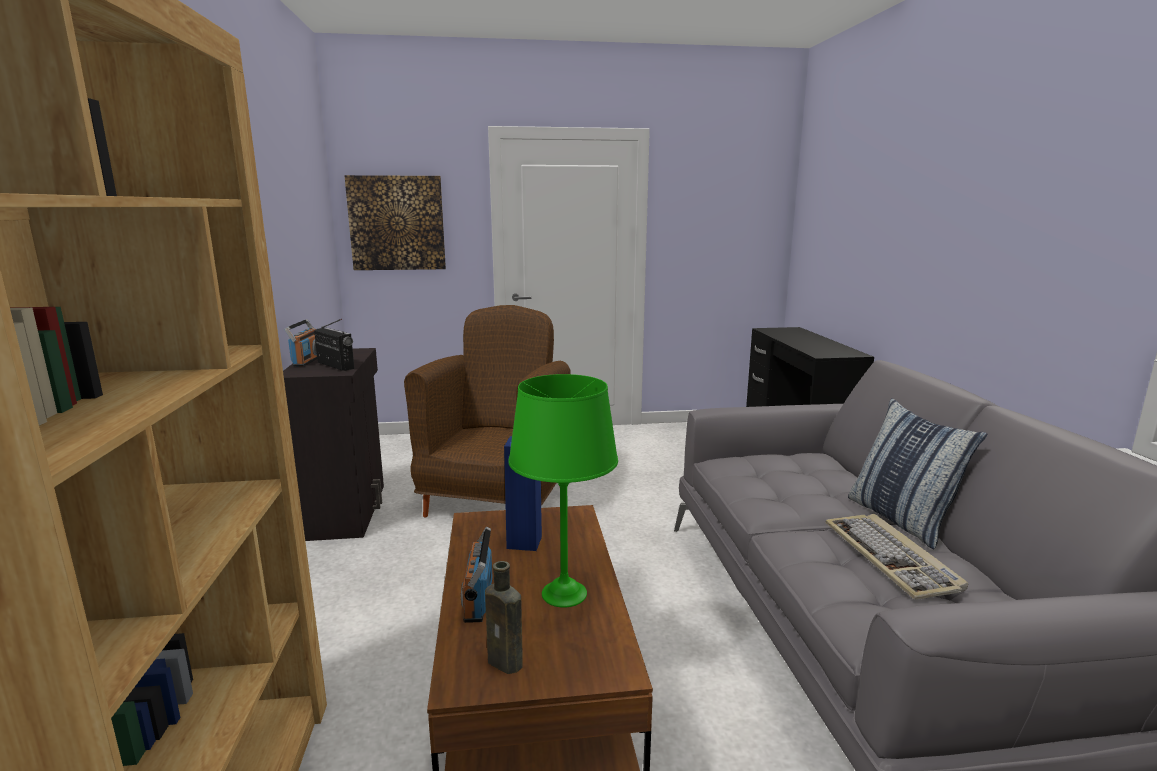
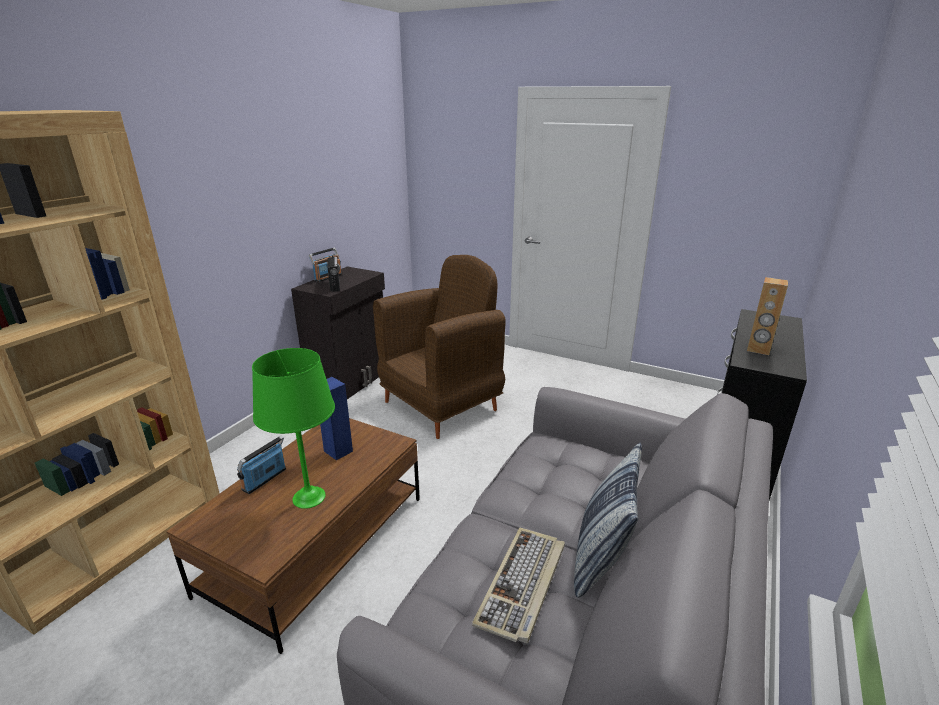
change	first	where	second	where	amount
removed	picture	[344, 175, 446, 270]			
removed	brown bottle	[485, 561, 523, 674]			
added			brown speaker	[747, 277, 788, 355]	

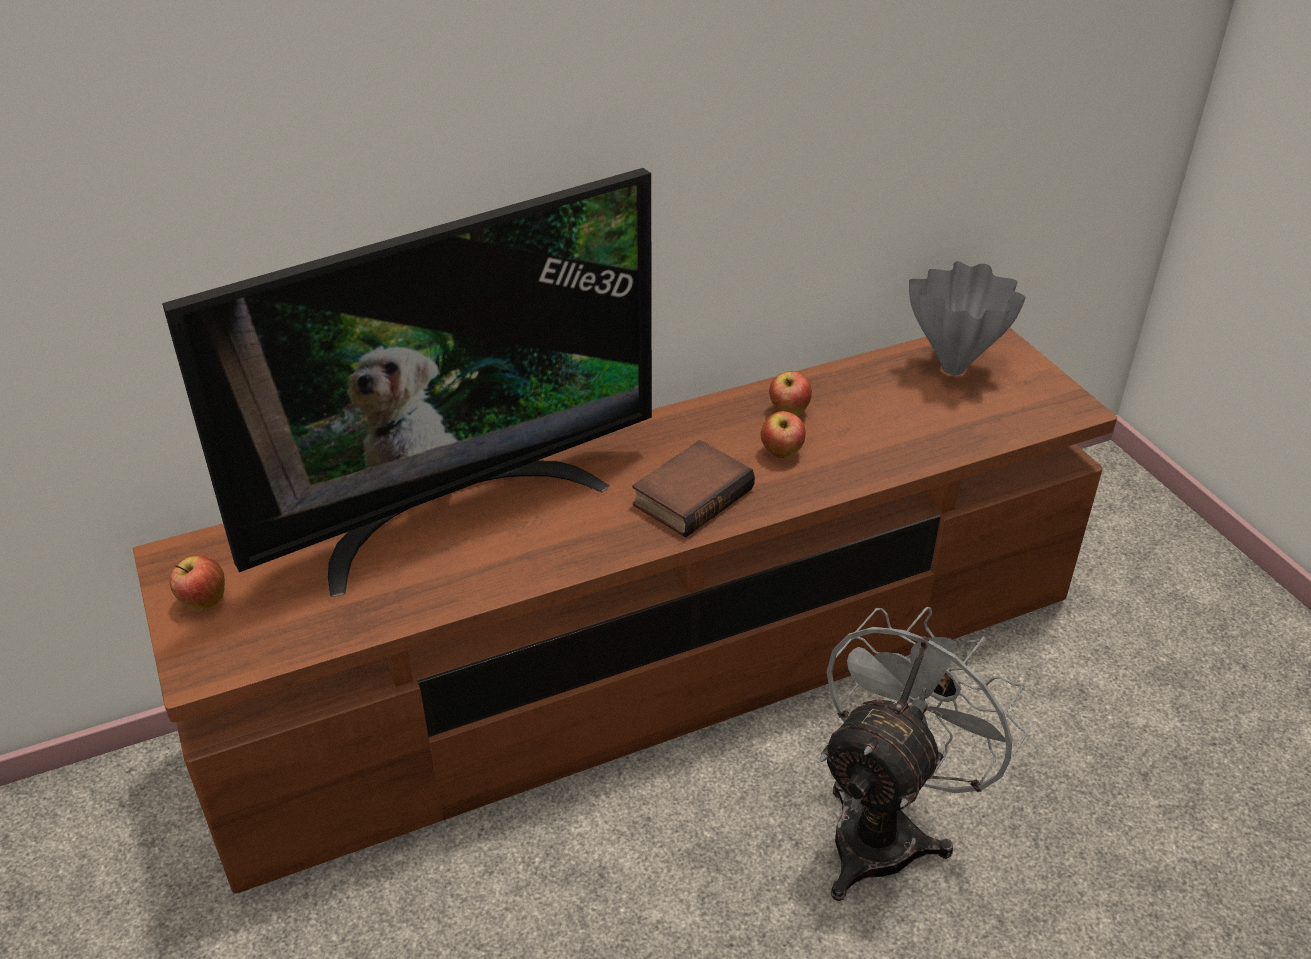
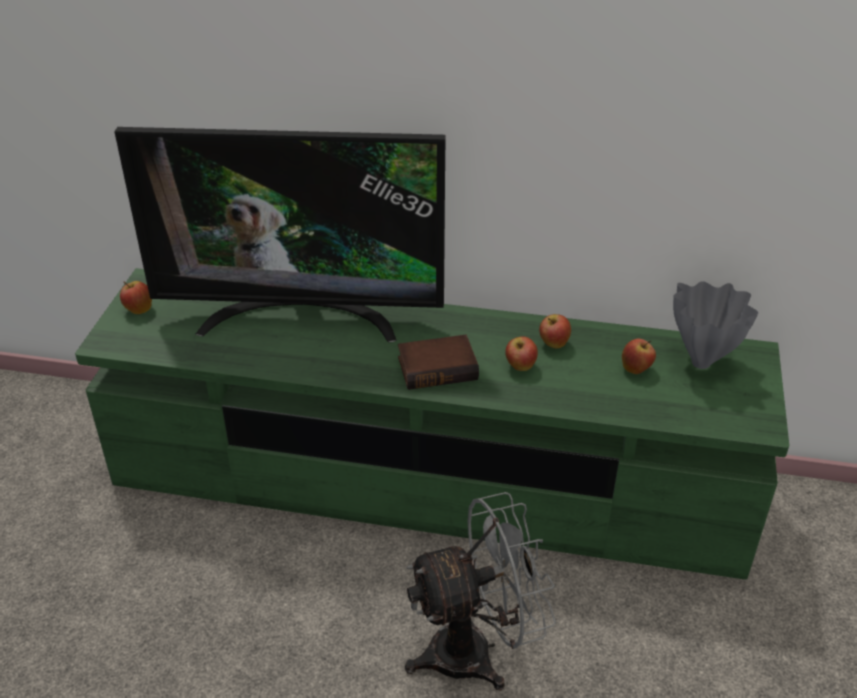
change	first	where	second	where	amount
added			apple	[622, 339, 656, 374]	
recoloured	brown tv stand	[133, 328, 1117, 894]	green tv stand	[75, 268, 789, 580]	

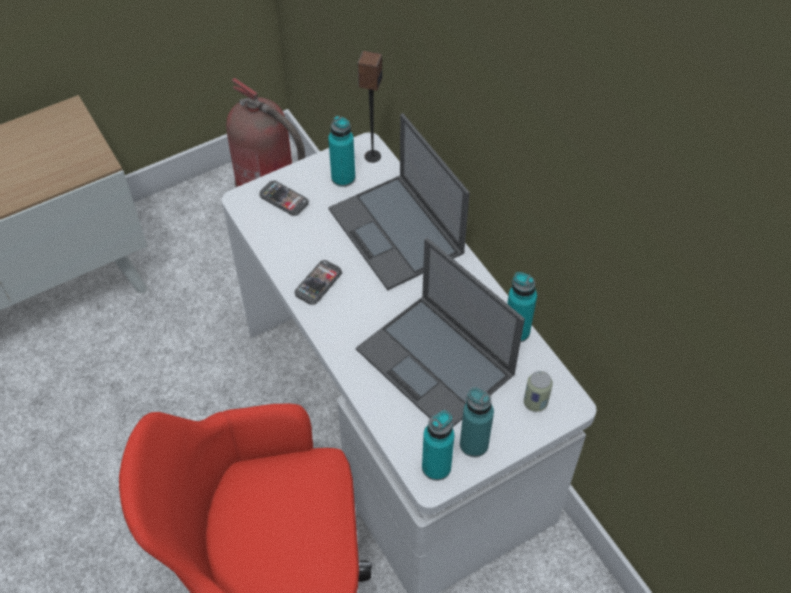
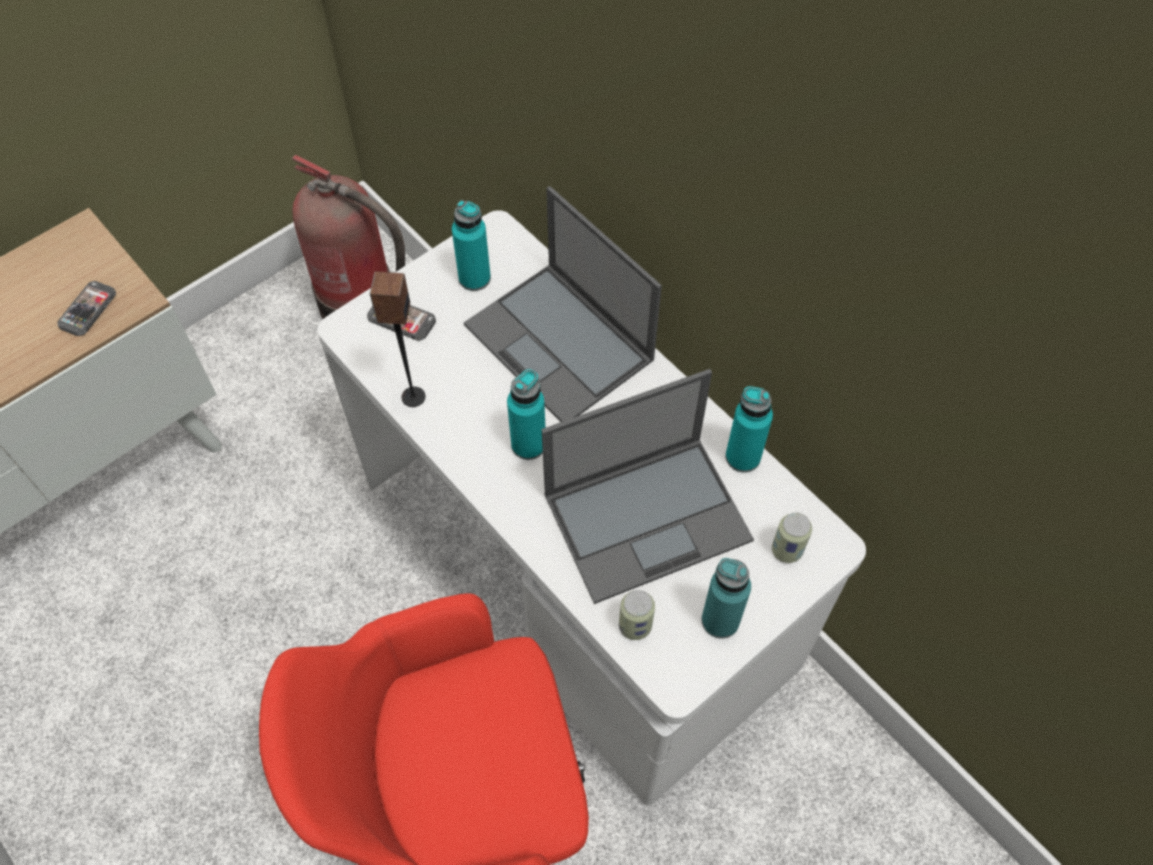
change	first	where	second	where	amount
added			can	[619, 590, 655, 640]	
moved	phone	[294, 260, 342, 305]		[57, 281, 116, 336]	
moved	speaker	[358, 51, 382, 163]		[370, 271, 426, 407]	
moved	turquoise bottle	[422, 411, 454, 481]		[507, 369, 546, 460]	
turned	laptop	[356, 238, 525, 427]		[542, 369, 754, 604]	60 degrees counterclockwise

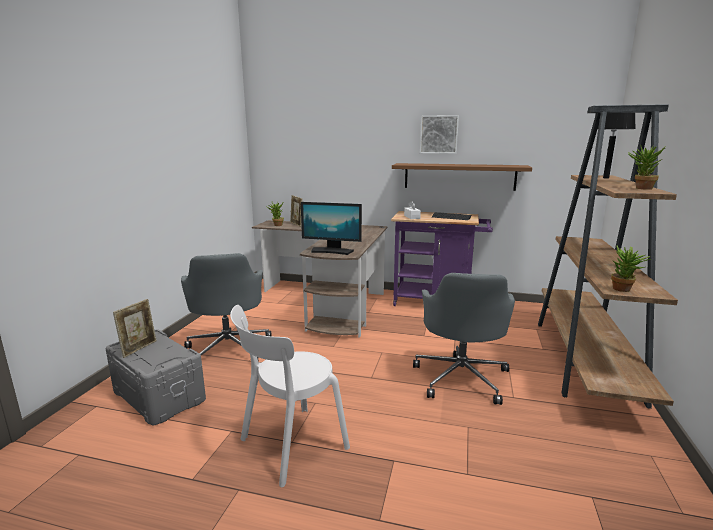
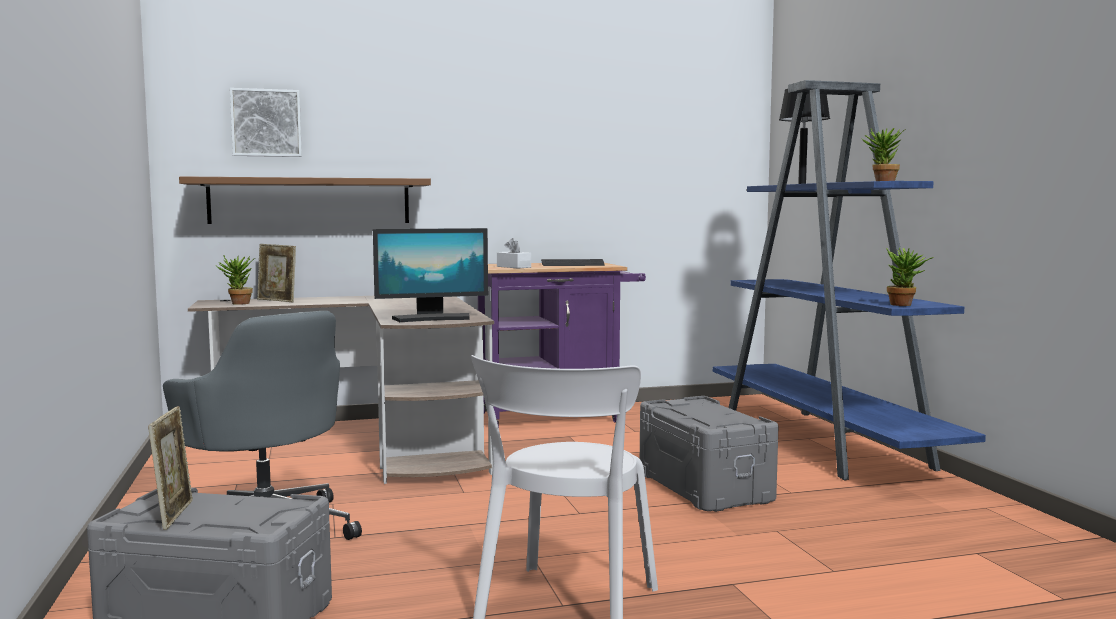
change	first	where	second	where	amount
moved	brown shelf	[392, 163, 532, 191]		[179, 176, 431, 224]	
moved	picture	[420, 115, 459, 154]		[230, 88, 302, 157]	
replaced	grey office chair	[413, 273, 515, 405]	grey storage box	[640, 396, 778, 512]	
recoloured	brown bookcase	[538, 104, 678, 409]	blue bookcase	[713, 80, 986, 480]	

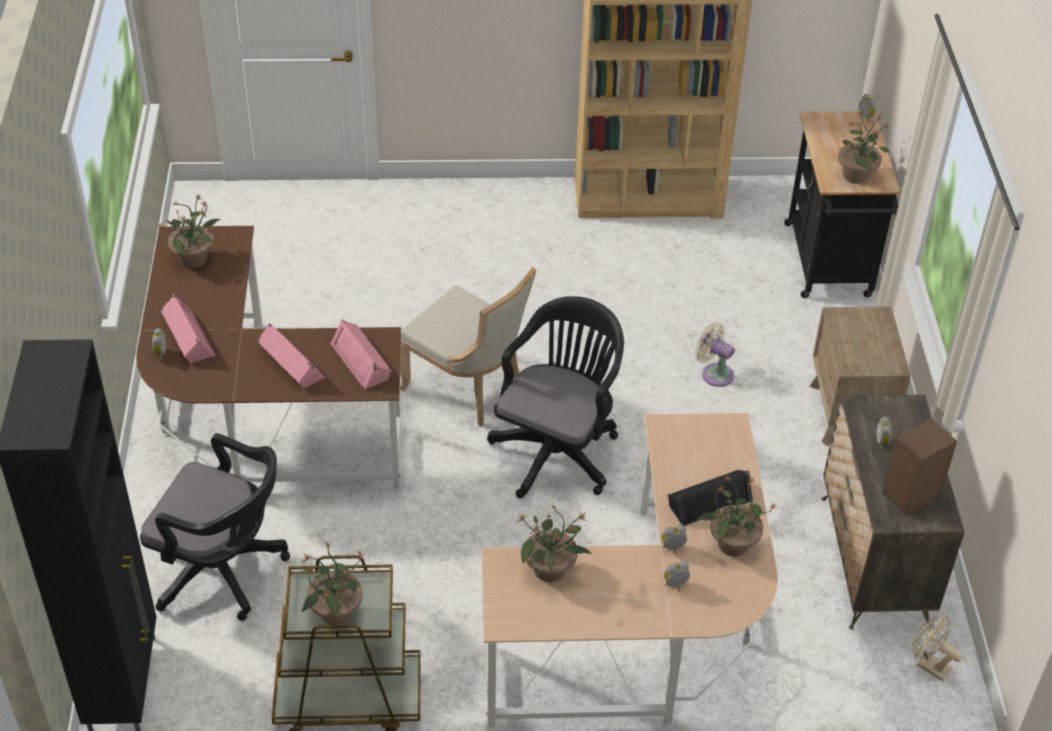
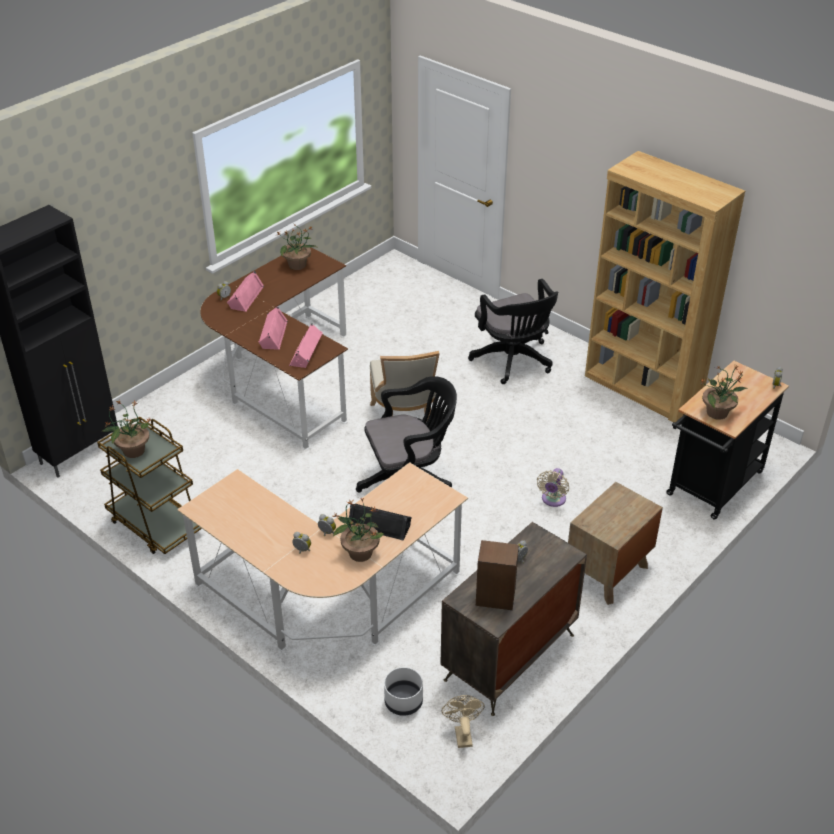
change	first	where	second	where	amount
removed	potted plant	[517, 504, 591, 582]			
added			white planter	[384, 667, 423, 716]	
moved	black office chair	[140, 433, 290, 621]		[468, 279, 558, 384]	
turned	beige fan	[695, 323, 735, 387]		[537, 468, 569, 507]	150 degrees counterclockwise

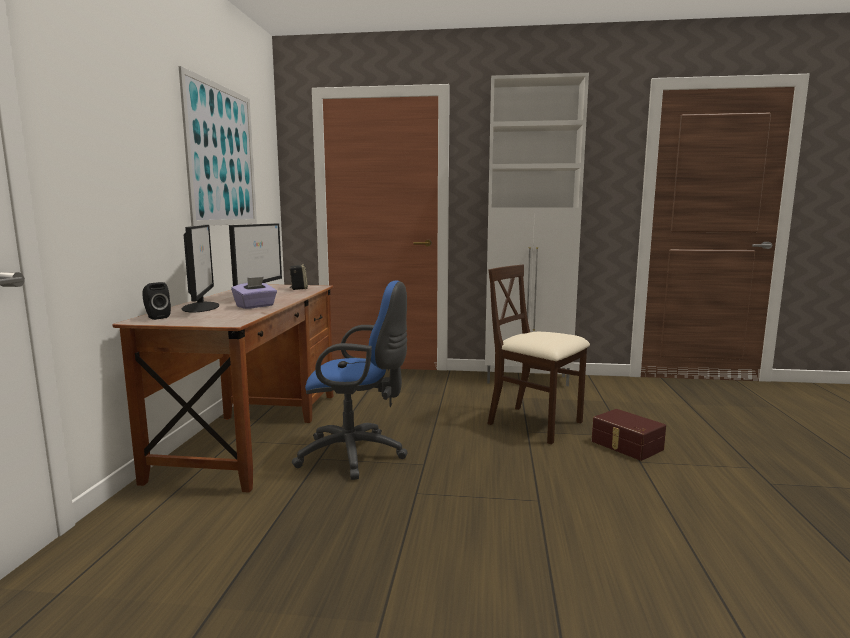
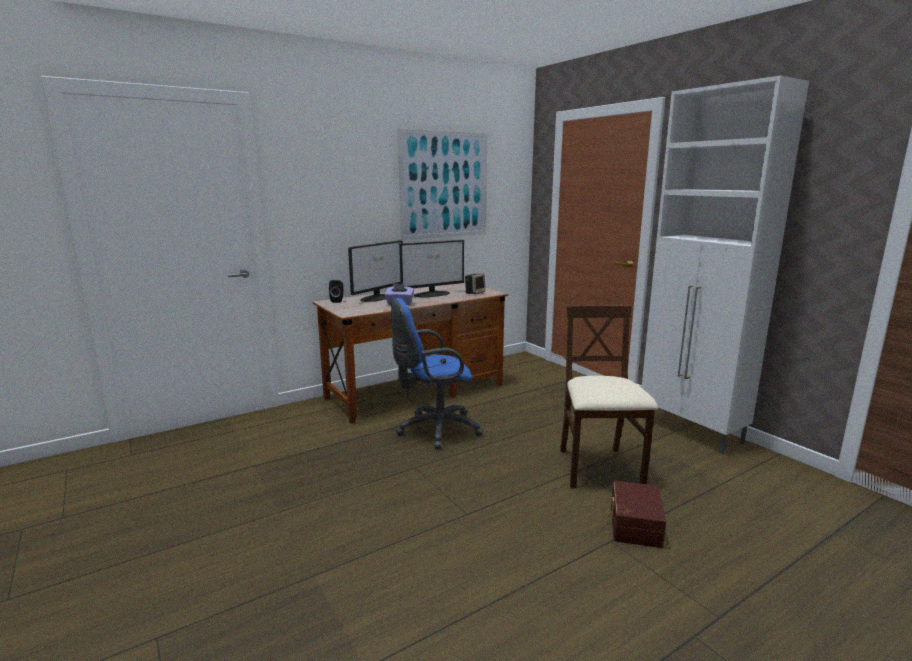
change	first	where	second	where	amount
turned	blue office chair	[292, 281, 408, 480]		[391, 298, 483, 449]	105 degrees clockwise

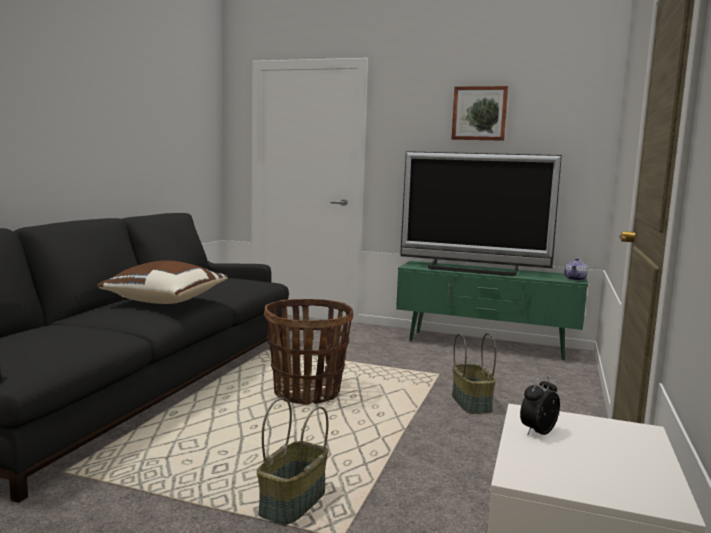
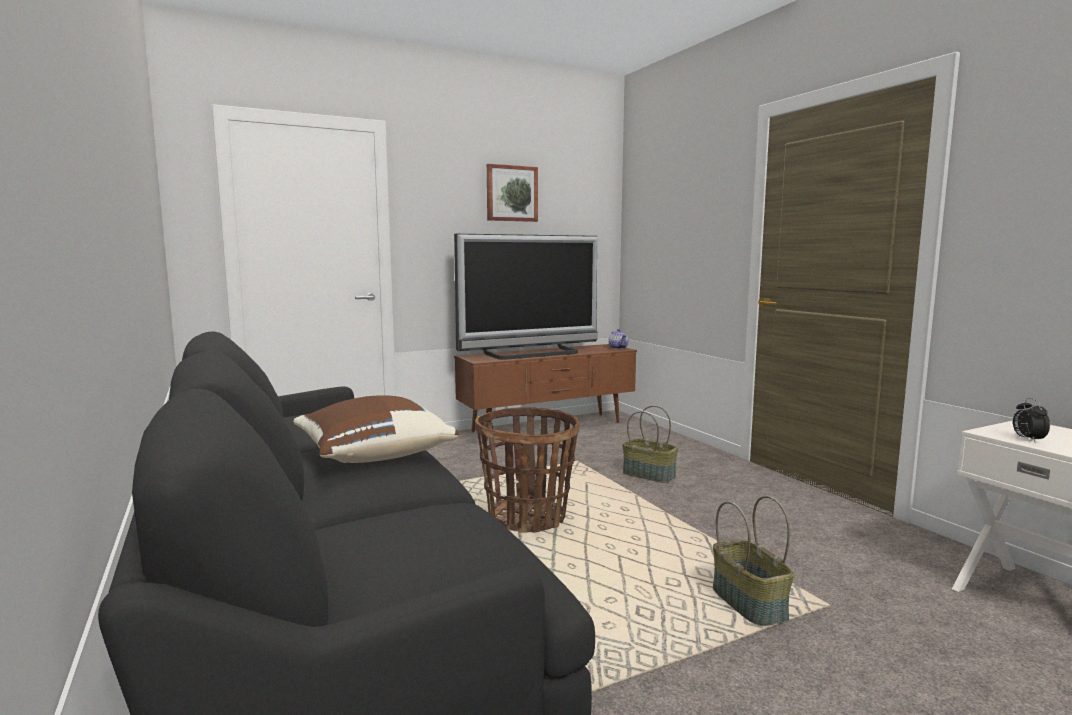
change	first	where	second	where	amount
recoloured	green tv stand	[396, 261, 588, 360]	brown tv stand	[454, 344, 637, 440]	

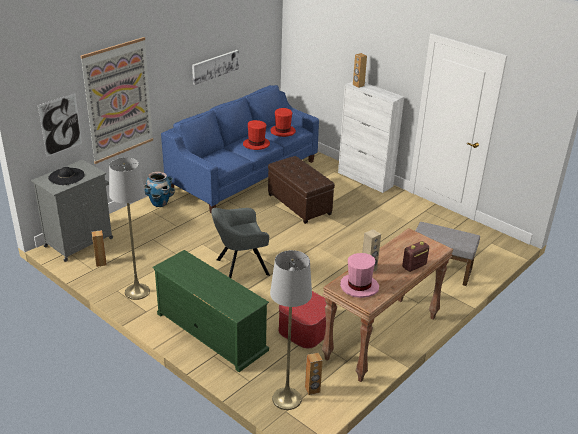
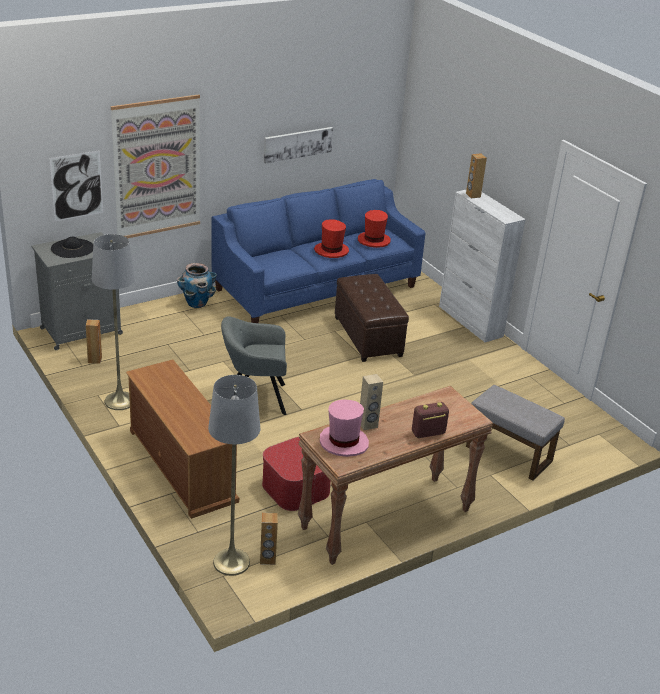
change	first	where	second	where	amount
recoloured	green tv stand	[152, 250, 269, 372]	brown tv stand	[126, 360, 239, 519]	

